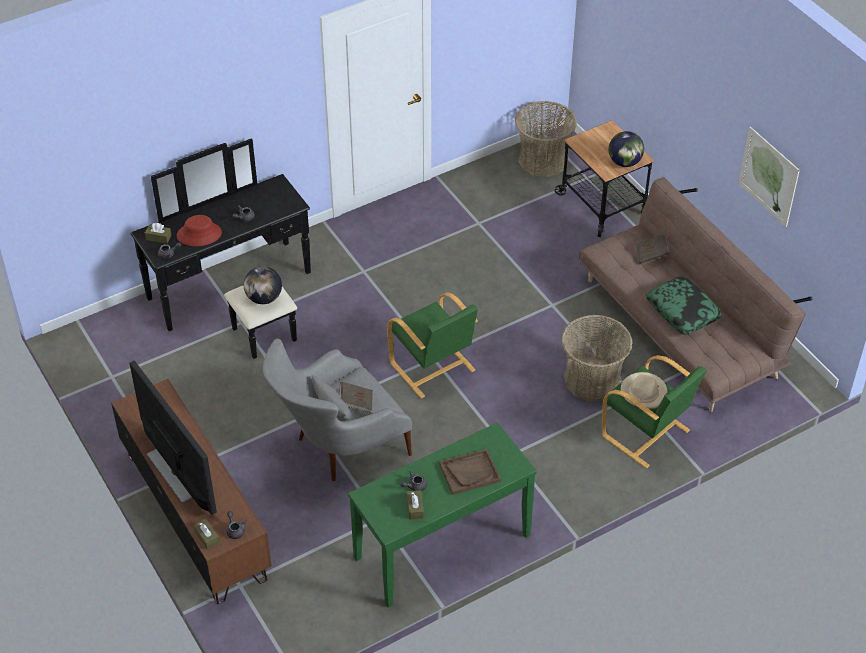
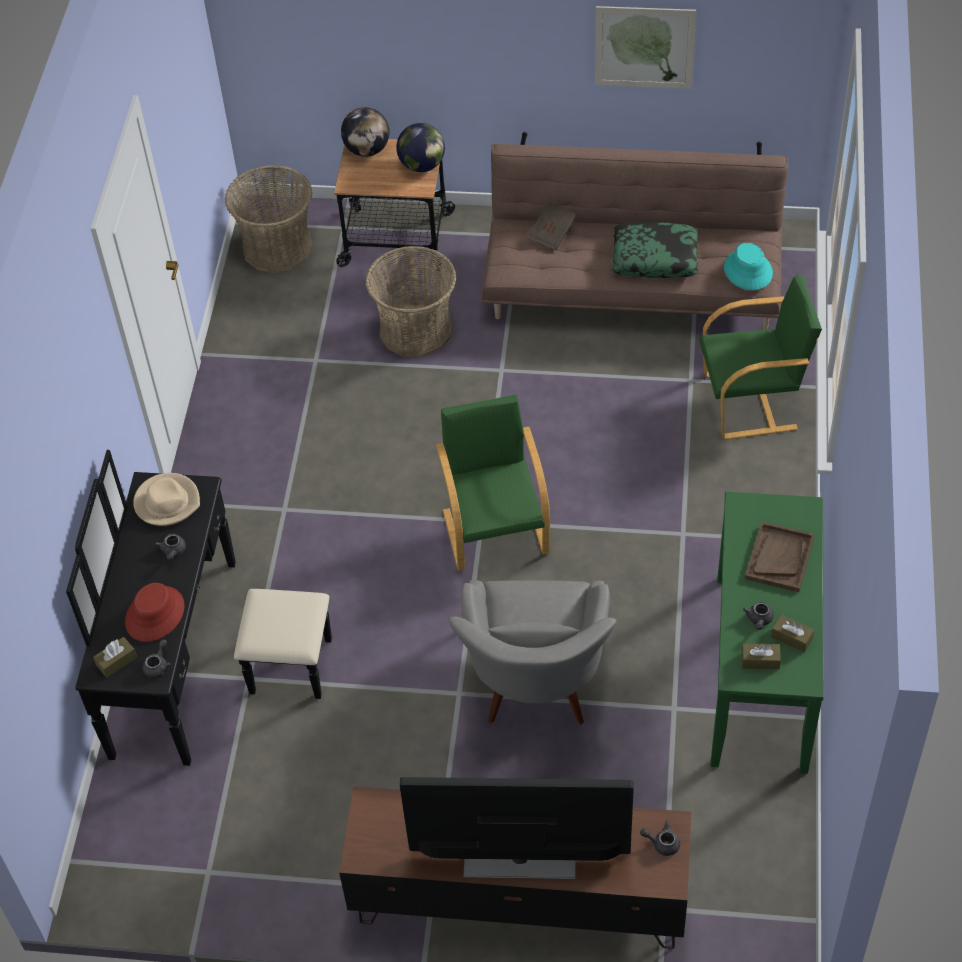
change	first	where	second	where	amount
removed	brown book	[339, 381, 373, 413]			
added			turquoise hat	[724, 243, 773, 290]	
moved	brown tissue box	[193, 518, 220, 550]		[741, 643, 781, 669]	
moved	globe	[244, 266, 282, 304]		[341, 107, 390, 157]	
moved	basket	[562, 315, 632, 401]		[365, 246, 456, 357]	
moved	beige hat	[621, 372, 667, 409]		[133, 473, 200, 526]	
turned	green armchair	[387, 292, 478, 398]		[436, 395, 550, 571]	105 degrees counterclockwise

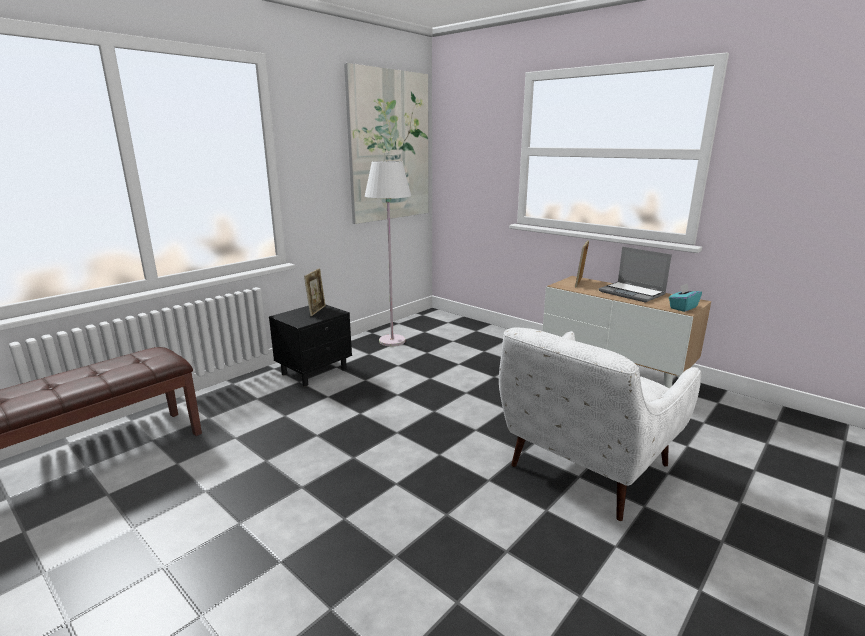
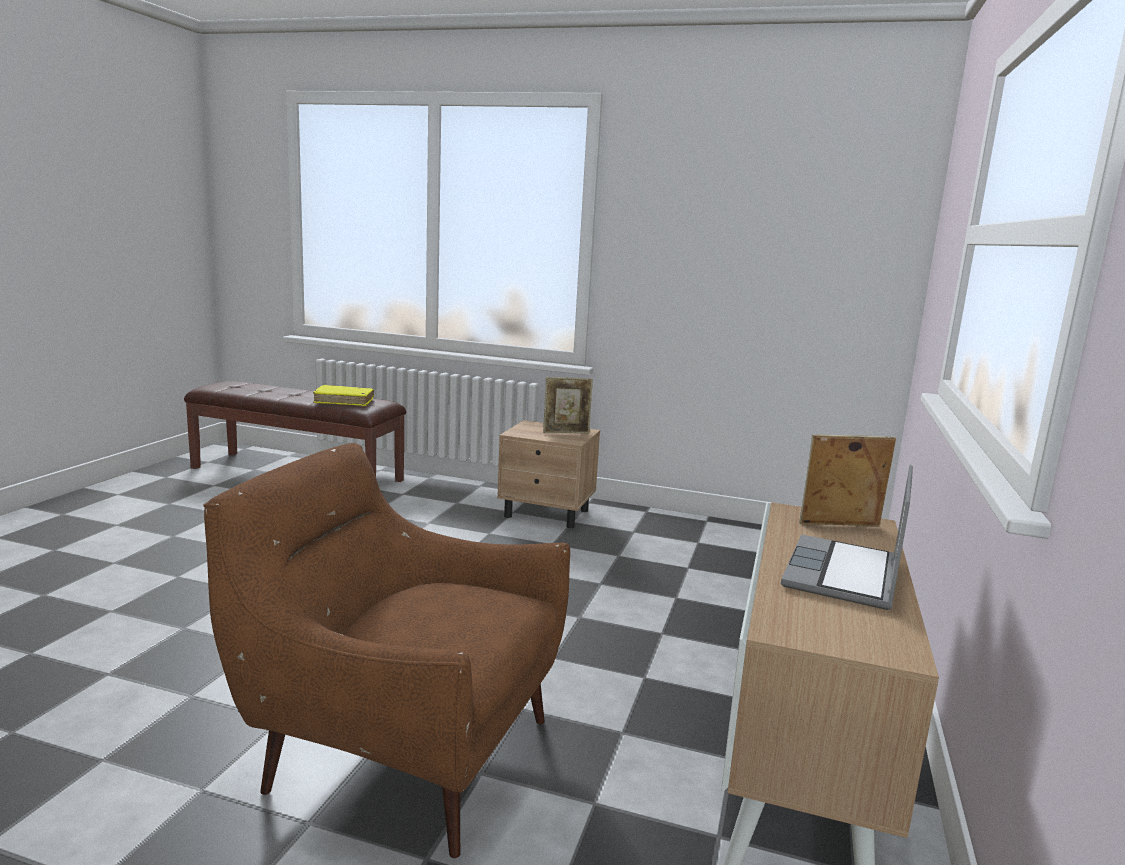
change	first	where	second	where	amount
removed	picture	[344, 63, 429, 224]			
removed	white floor lamp	[365, 161, 411, 346]			
removed	turquoise tissue box	[669, 283, 702, 312]			
added			yellow book	[313, 385, 374, 406]	
recoloured	black nightstand	[269, 304, 352, 386]	beige nightstand	[497, 420, 600, 528]	
recoloured	white armchair	[499, 328, 701, 521]	brown armchair	[203, 443, 570, 858]	

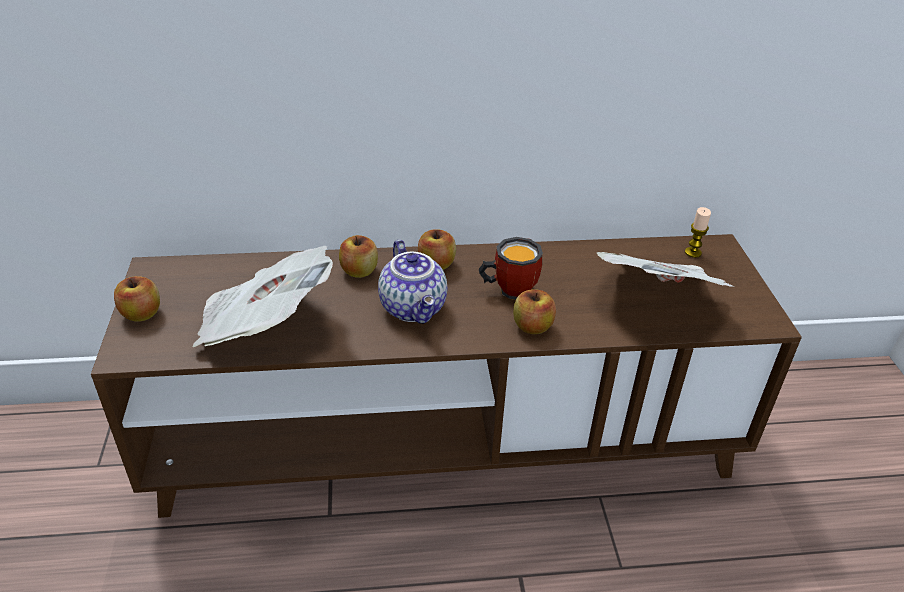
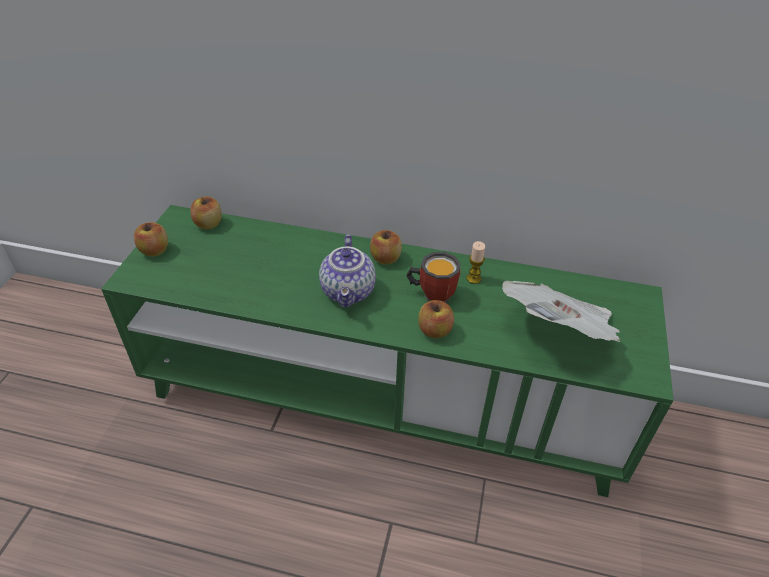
change	first	where	second	where	amount
removed	newspaper	[193, 246, 333, 347]			
moved	apple	[339, 235, 378, 278]		[190, 196, 222, 229]	
moved	candle	[685, 207, 711, 258]		[467, 241, 485, 284]	
recoloured	brown tv stand	[91, 234, 802, 518]	green tv stand	[101, 205, 674, 497]	

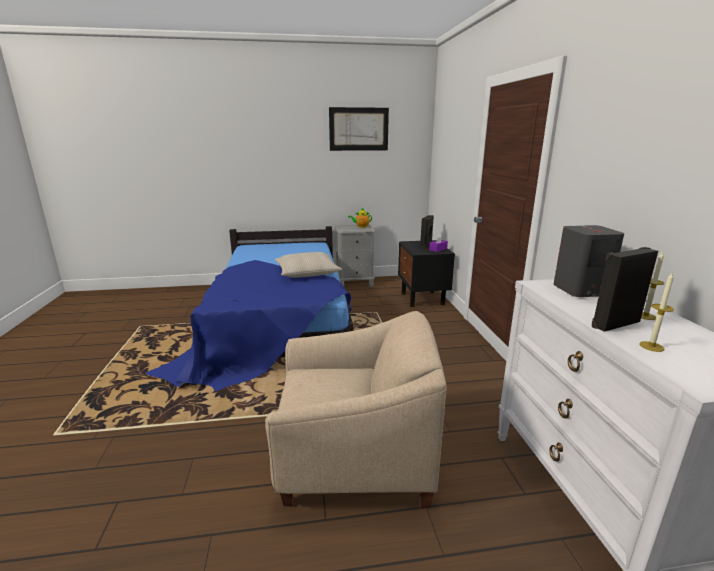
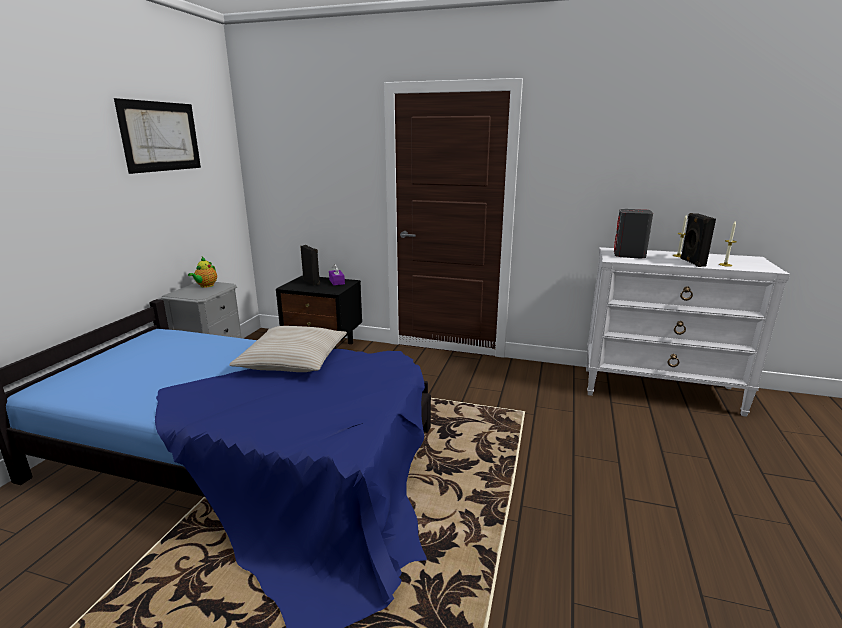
change	first	where	second	where	amount
removed	beige armchair	[265, 311, 447, 508]			

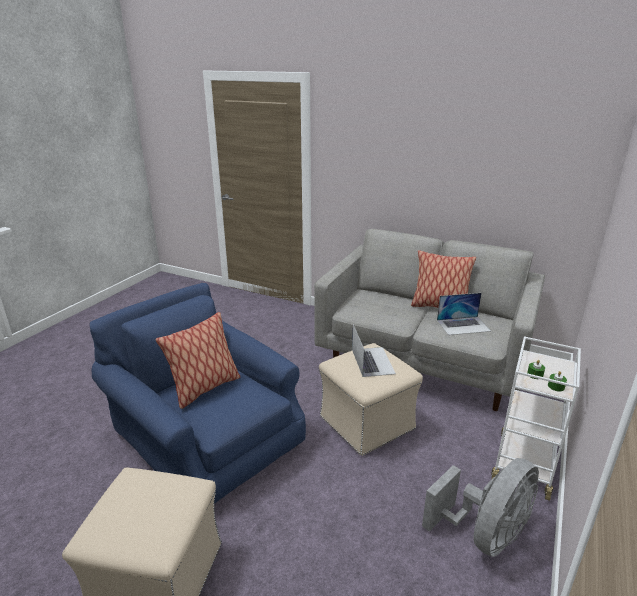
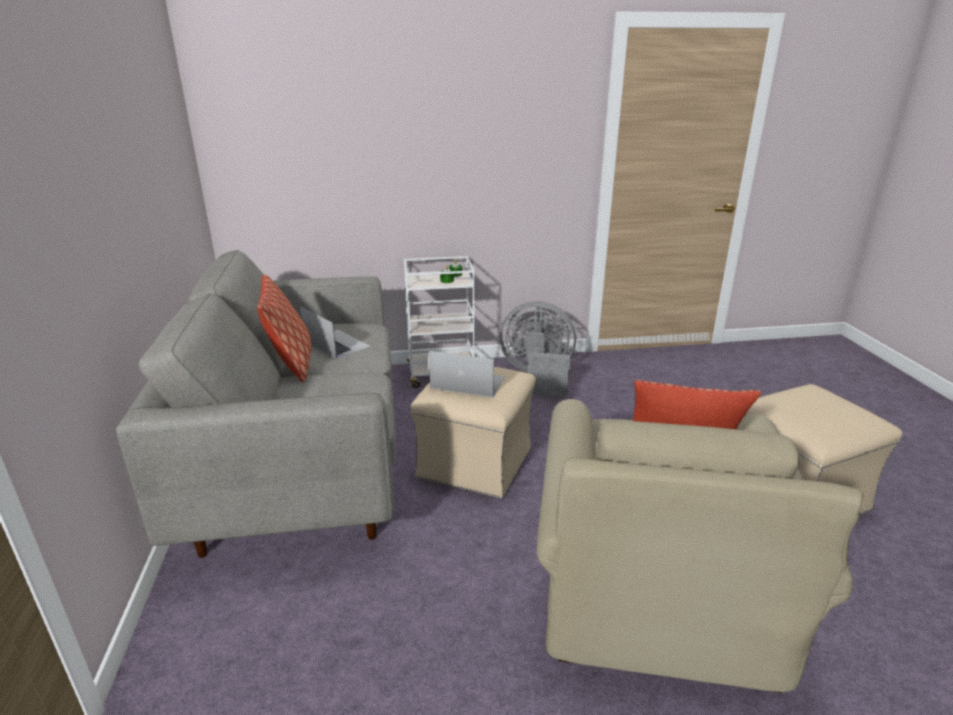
change	first	where	second	where	amount
recoloured	blue armchair	[90, 283, 306, 504]	beige armchair	[537, 399, 863, 693]	
turned	laptop	[352, 324, 396, 377]		[429, 351, 504, 397]	60 degrees clockwise

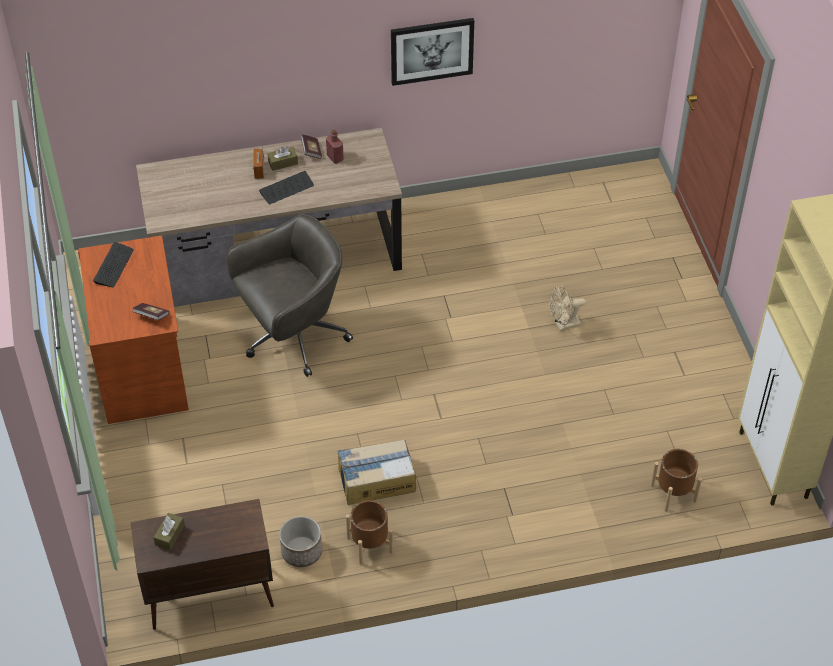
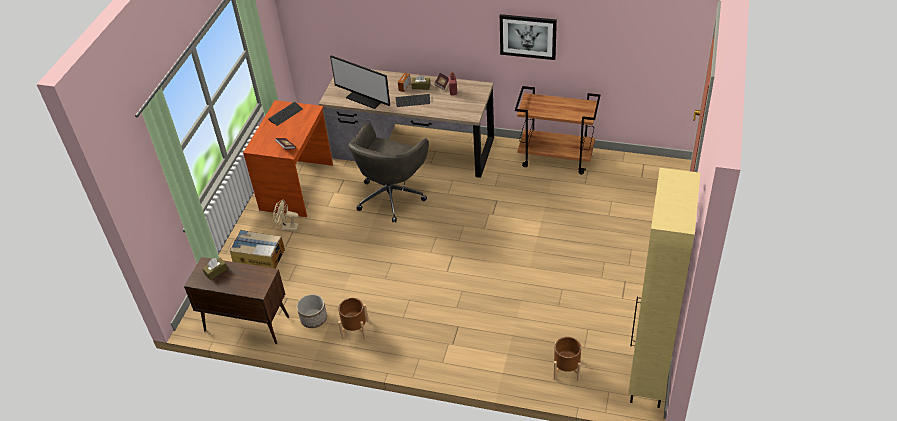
change	first	where	second	where	amount
added			monitor	[330, 55, 390, 109]	
added			brown cart	[515, 86, 600, 174]	
moved	cardboard box	[338, 439, 416, 505]		[230, 230, 285, 269]	
moved	beige fan	[549, 285, 586, 331]		[273, 199, 299, 231]	
turned	grey office chair	[227, 214, 353, 377]		[348, 123, 429, 223]	120 degrees clockwise

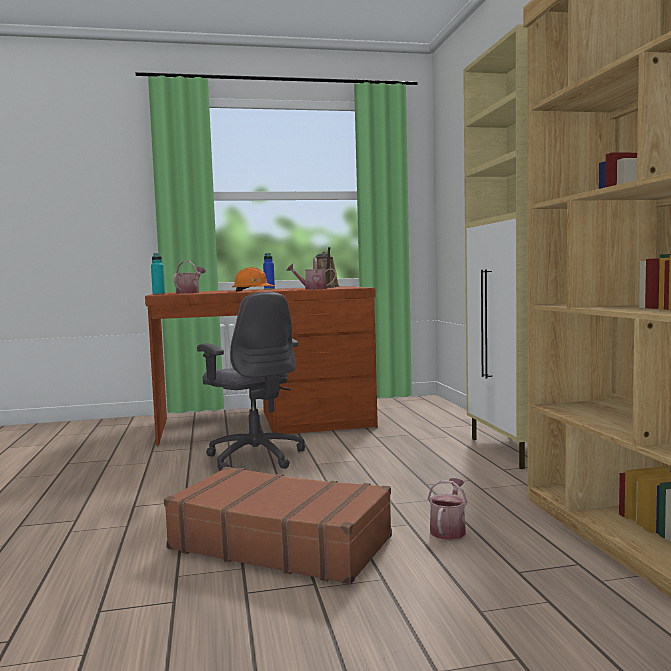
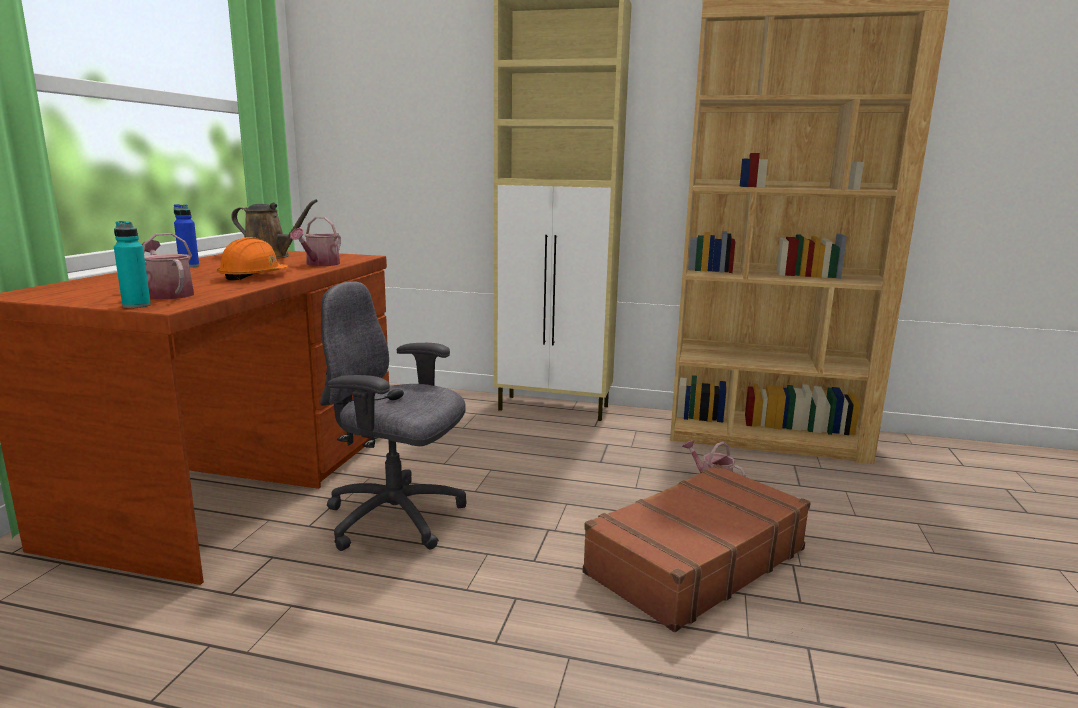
change	first	where	second	where	amount
turned	grey office chair	[197, 292, 305, 471]		[320, 281, 467, 551]	150 degrees counterclockwise

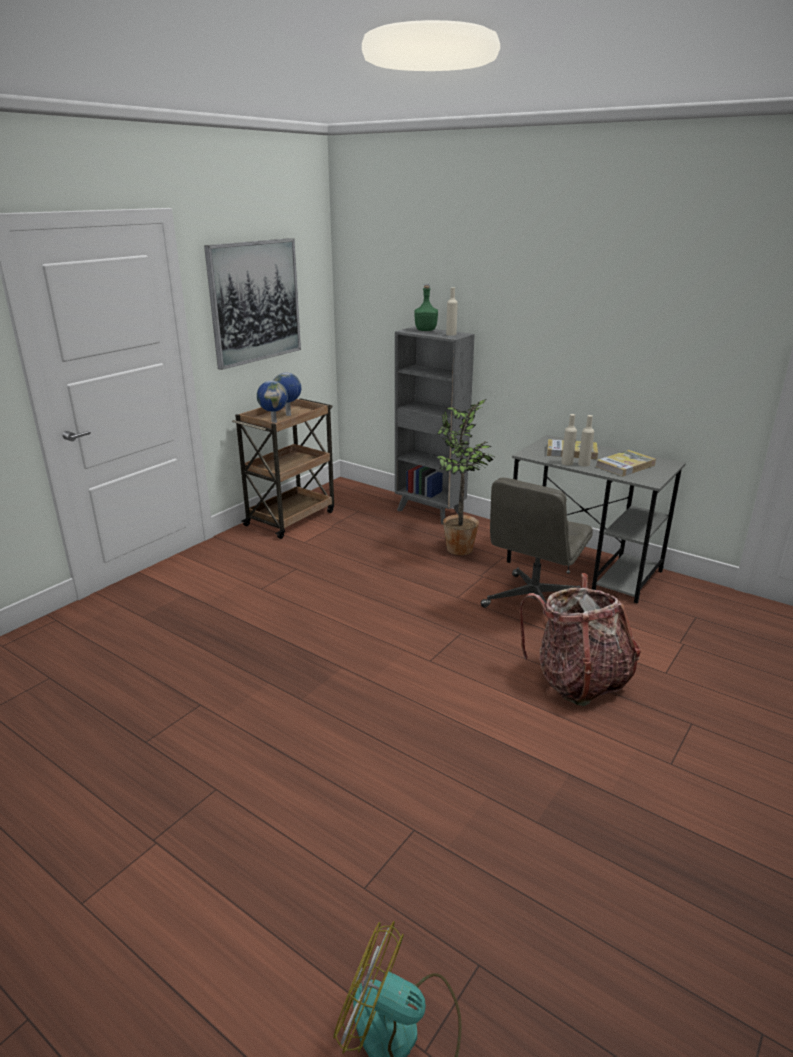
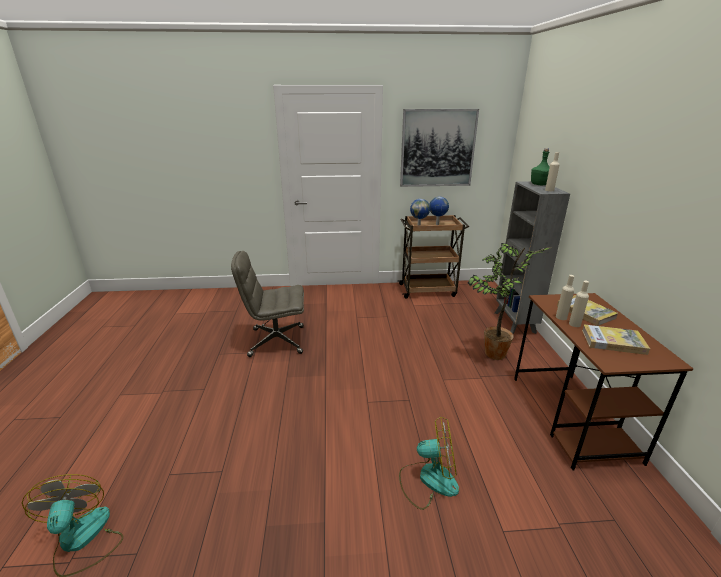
change	first	where	second	where	amount
moved	grey office chair	[481, 477, 593, 608]		[231, 251, 304, 357]	
replaced	backpack	[519, 573, 641, 706]	fan	[399, 417, 459, 510]	
recoloured	grey desk	[507, 435, 686, 604]	brown desk	[514, 293, 693, 470]	

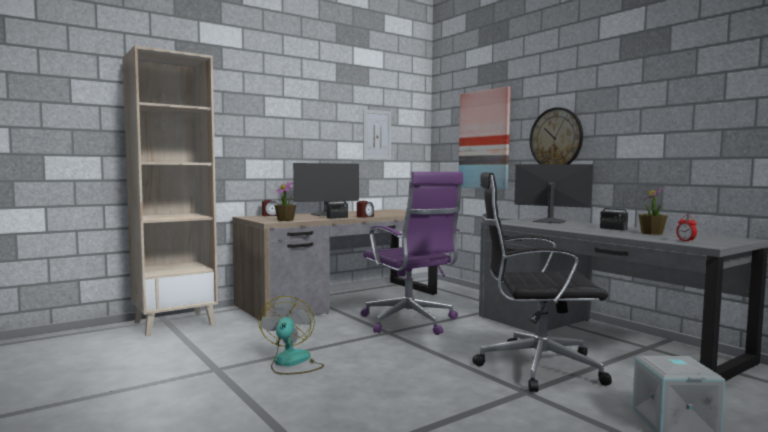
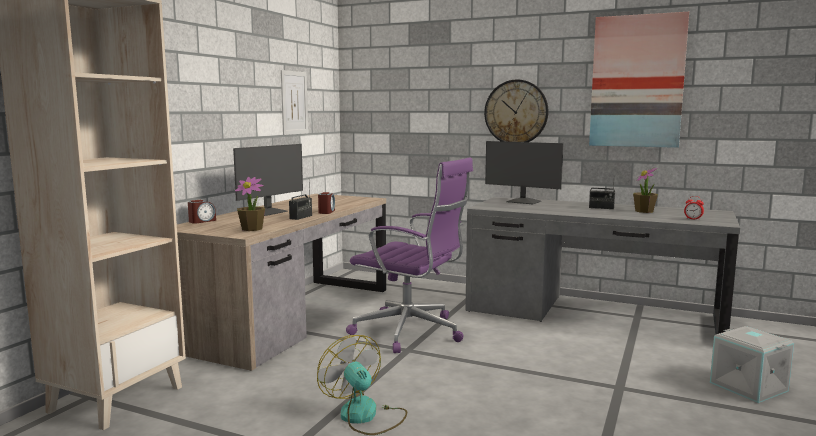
change	first	where	second	where	amount
removed	black office chair	[472, 172, 612, 392]			
moved	picture	[459, 86, 511, 190]		[589, 12, 689, 148]	
turned	monitor	[514, 164, 593, 223]		[485, 141, 563, 204]	150 degrees counterclockwise

